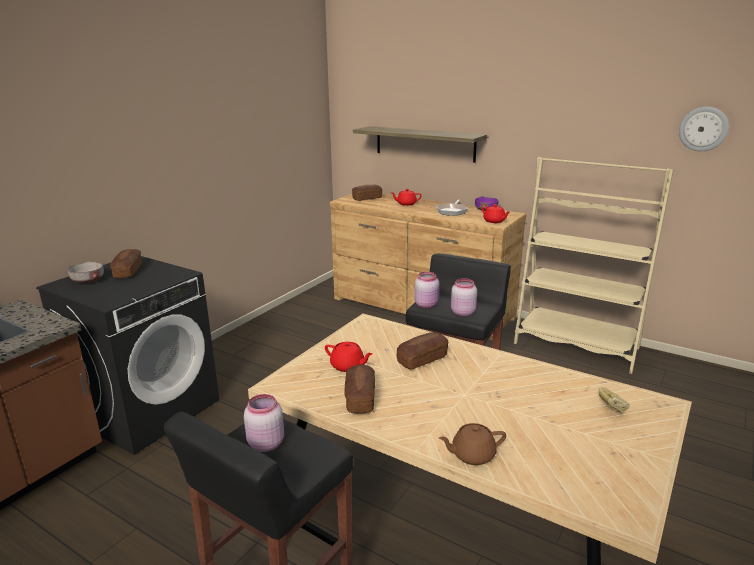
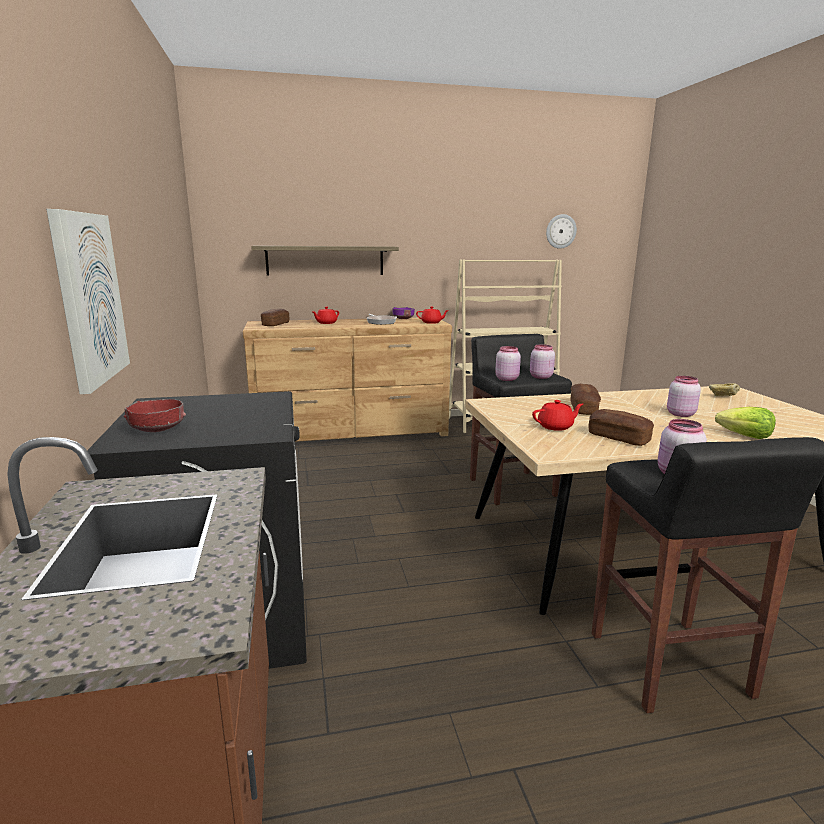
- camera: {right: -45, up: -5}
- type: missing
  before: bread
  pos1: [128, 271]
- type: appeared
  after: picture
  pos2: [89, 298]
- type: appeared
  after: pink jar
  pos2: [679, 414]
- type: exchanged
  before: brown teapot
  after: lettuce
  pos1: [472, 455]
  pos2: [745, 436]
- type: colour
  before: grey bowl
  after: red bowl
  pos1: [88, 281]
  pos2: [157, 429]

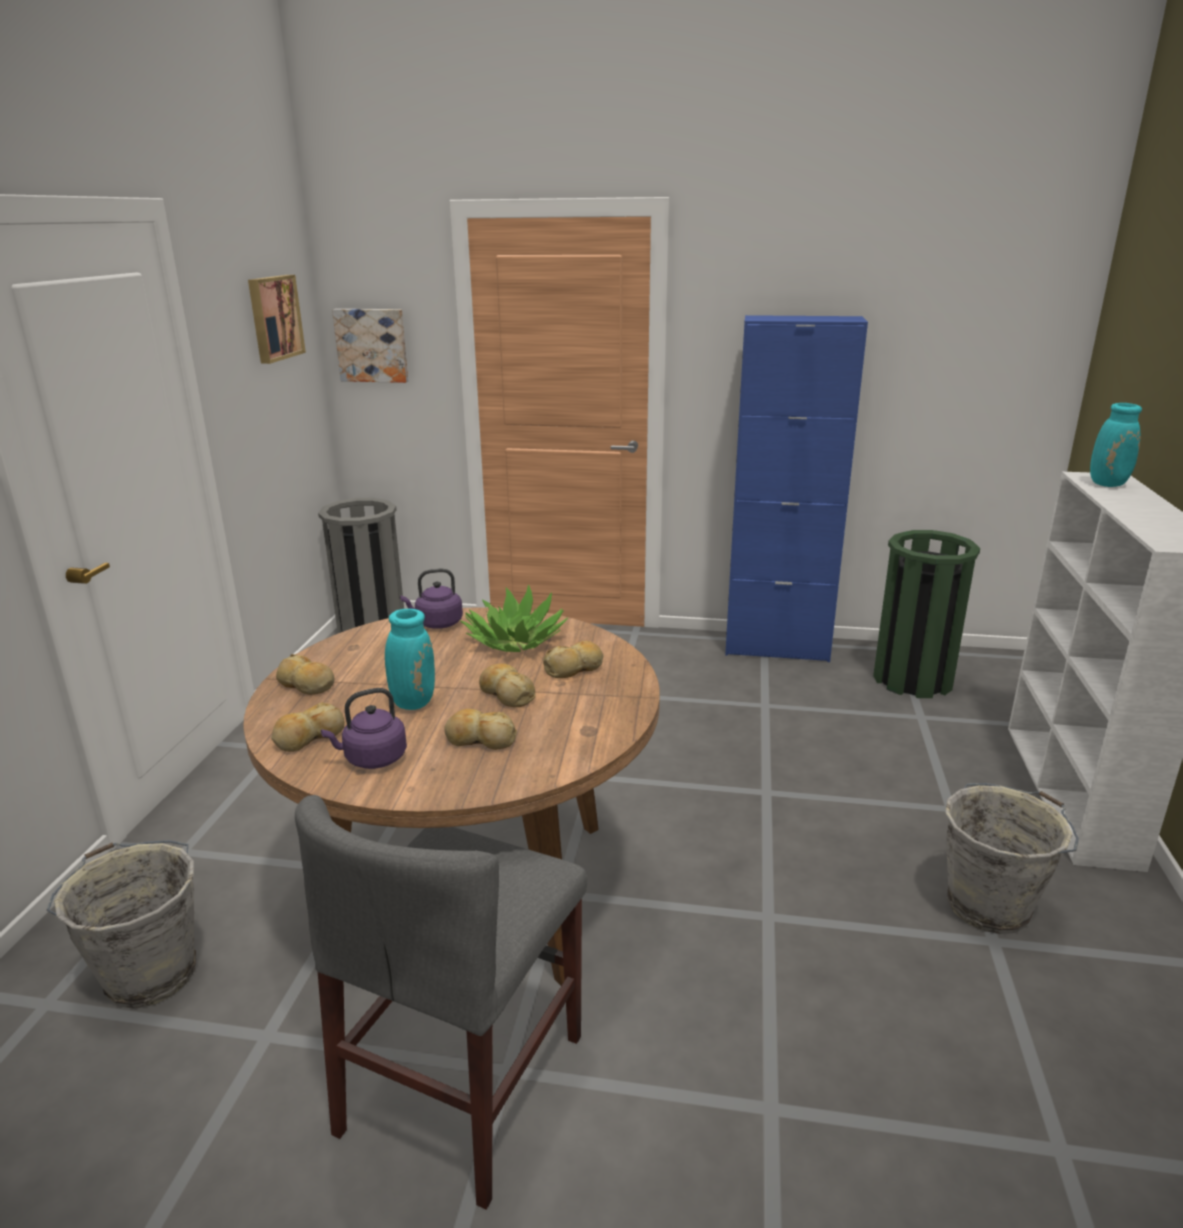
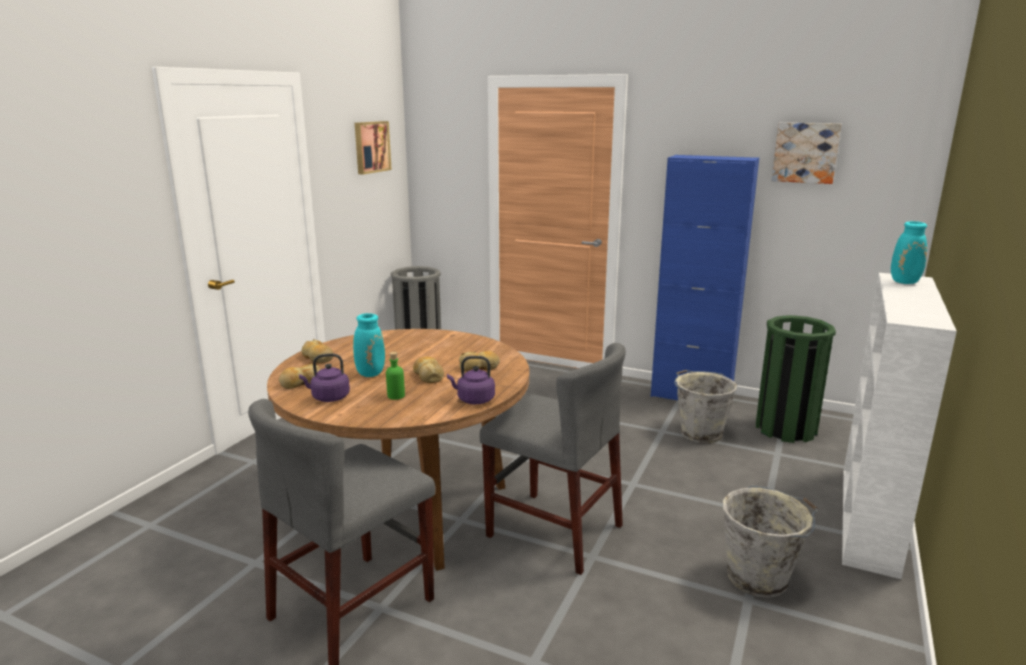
- camera: {right: 15, up: -5}
- type: missing
  before: potted plant
  pos1: [515, 641]
- type: appeared
  after: grey chair
  pos2: [554, 531]
- type: relocated
  before: grey bucket
  pos1: [150, 972]
  pos2: [699, 433]
- type: relocated
  before: picture
  pos1: [372, 345]
  pos2: [805, 152]
- type: relocated
  before: purple kettle
  pos1: [436, 623]
  pos2: [473, 400]
- type: exchanged
  before: bread
  after: green bottle
  pos1: [480, 739]
  pos2: [396, 396]

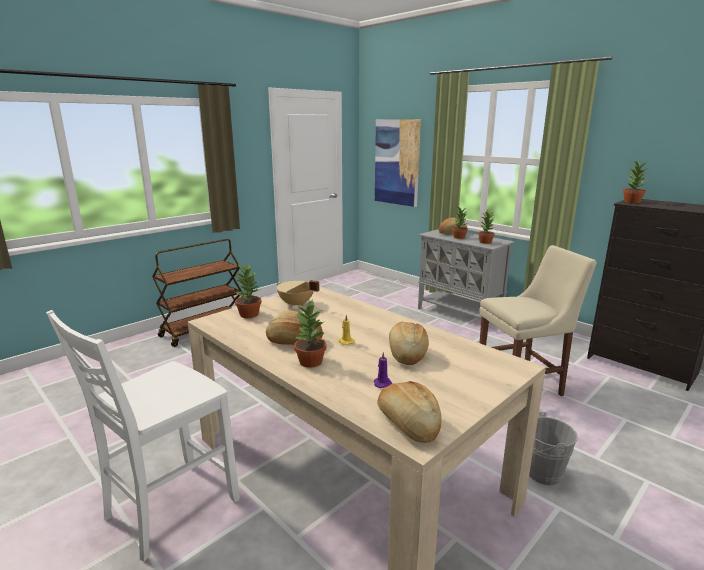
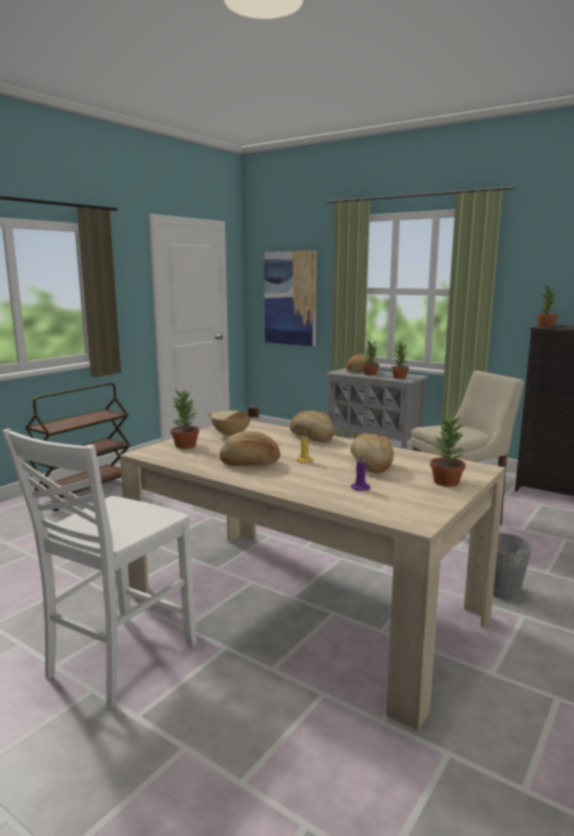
- camera: {right: -10, up: -5}
- type: relocated
  before: potted plant
  pos1: [310, 362]
  pos2: [446, 482]
- type: relocated
  before: bread
  pos1: [408, 424]
  pos2: [311, 438]

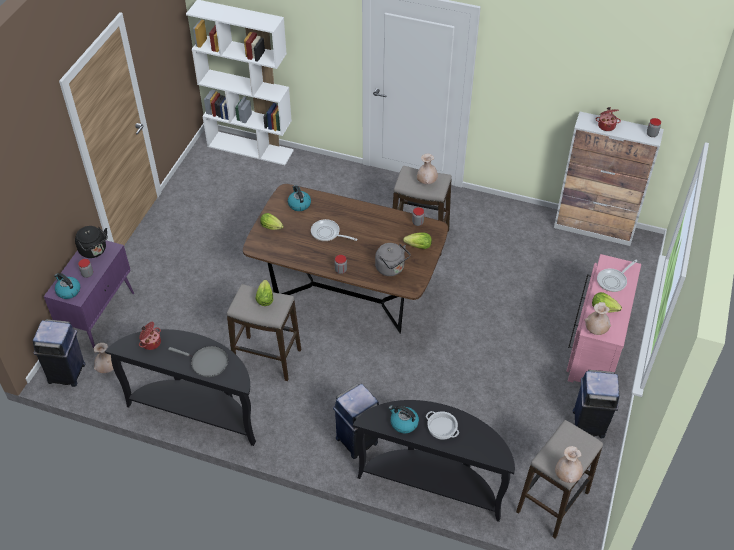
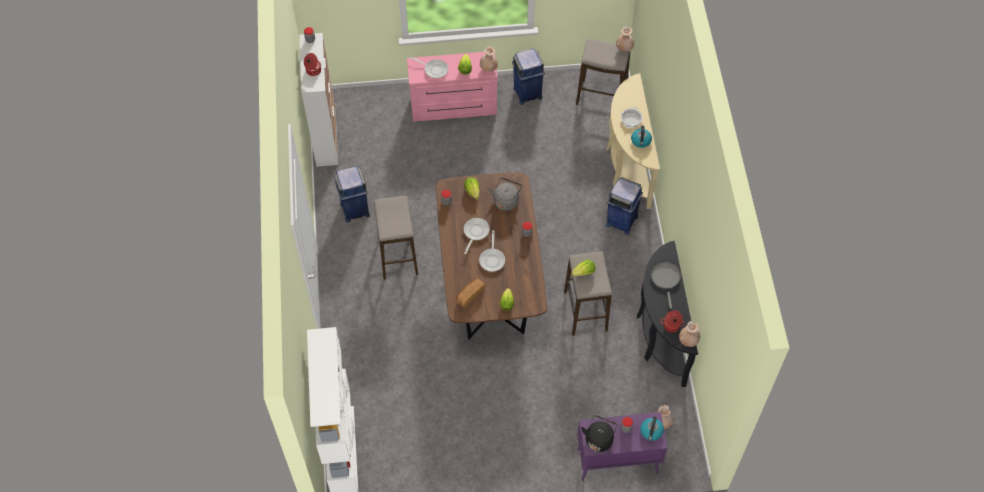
- camera: {right: -115, up: 10}
- type: appeared
  after: frying pan
  pos2: [475, 232]
- type: relocated
  before: blue trash can
  pos1: [67, 373]
  pos2: [355, 209]
- type: relocated
  before: beige vase
  pos1: [426, 182]
  pos2: [688, 340]
- type: exchanged
  before: kettle
  after: bread
  pos1: [299, 204]
  pos2: [469, 295]
- type: colour
  before: black console table
  after: beige console table
  pos1: [433, 482]
  pos2: [627, 165]

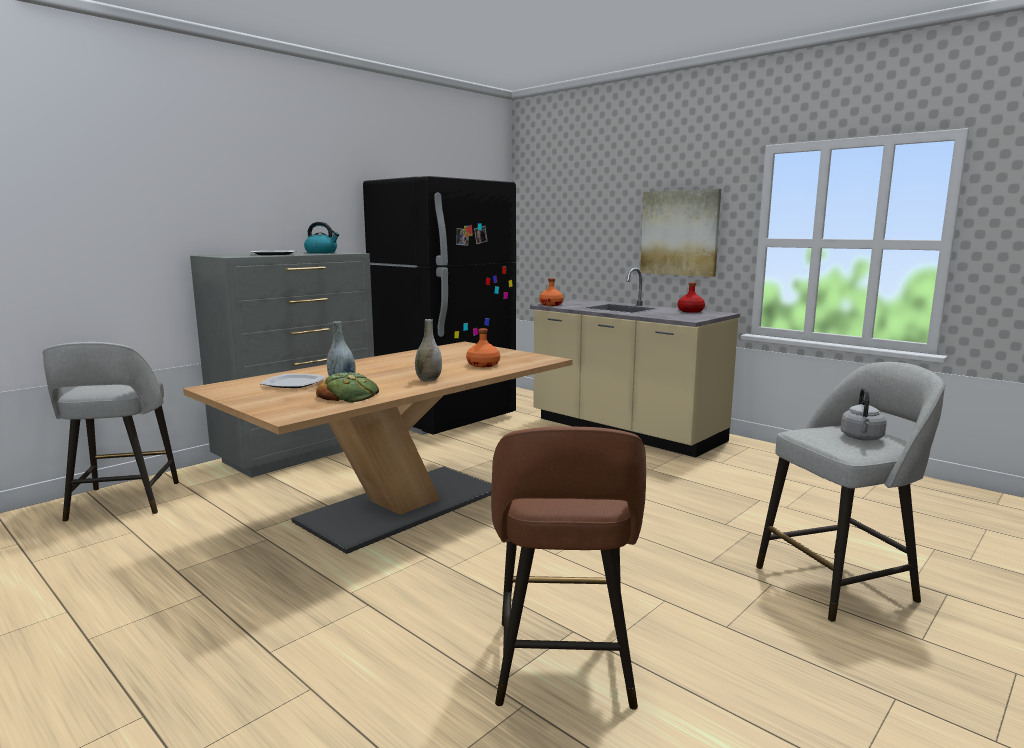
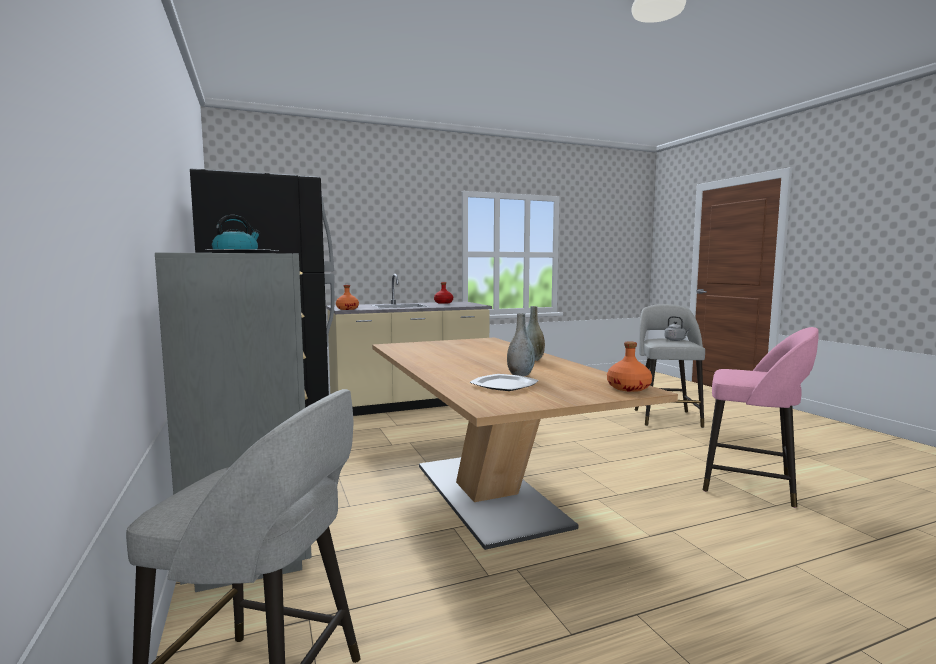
- camera: {right: -65, up: -5}
- type: missing
  before: bread
  pos1: [349, 395]
- type: missing
  before: picture
  pos1: [679, 233]
- type: relocated
  before: orange bottle
  pos1: [483, 365]
  pos2: [629, 388]
- type: colour
  before: brown stool
  after: pink stool
  pos1: [563, 666]
  pos2: [751, 485]

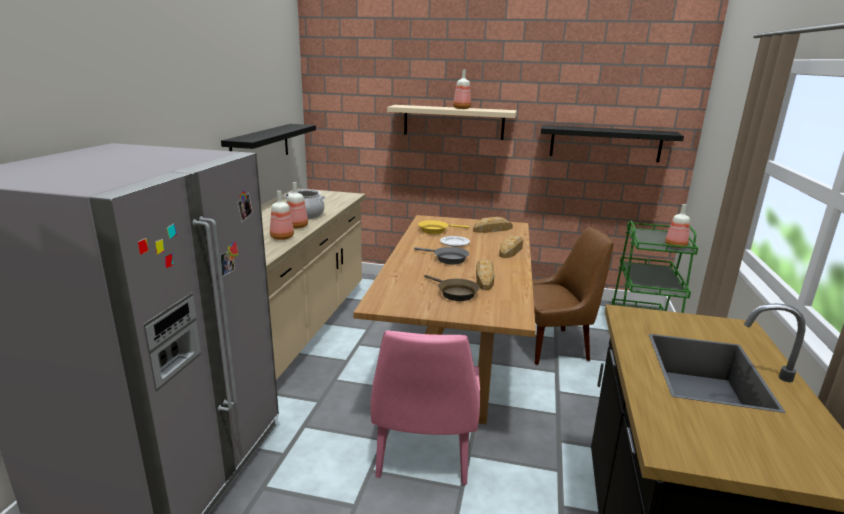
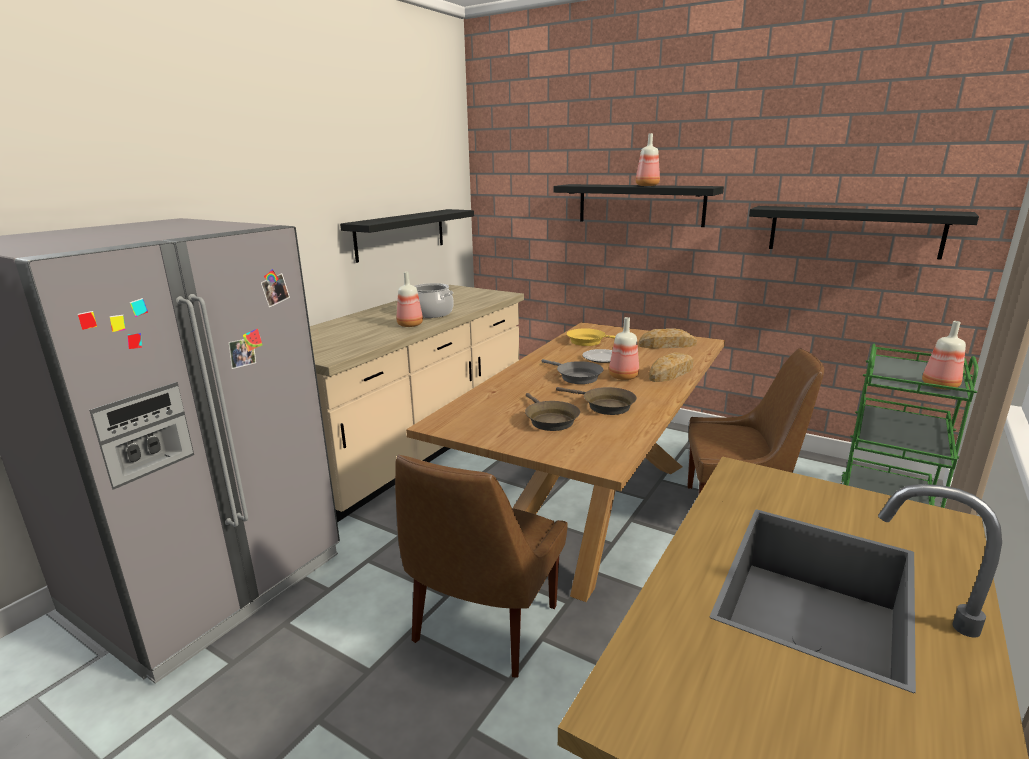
- camera: {right: 20, up: 0}
- type: relocated
  before: bottle
  pos1: [281, 237]
  pos2: [622, 377]
- type: exchanged
  before: bread
  after: brown frying pan
  pos1: [484, 279]
  pos2: [604, 406]
- type: colour
  before: pink chair
  after: brown chair
  pos1: [423, 456]
  pos2: [483, 627]
- type: colour
  before: beige shelf
  after: black shelf
  pos1: [453, 122]
  pos2: [640, 204]

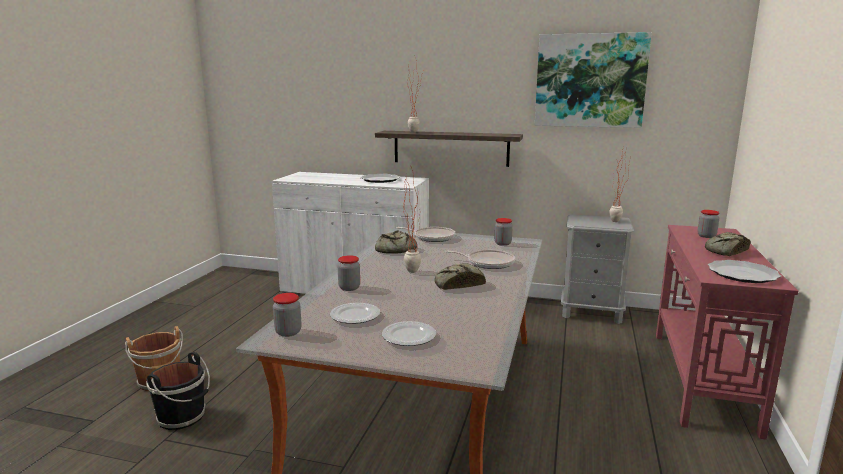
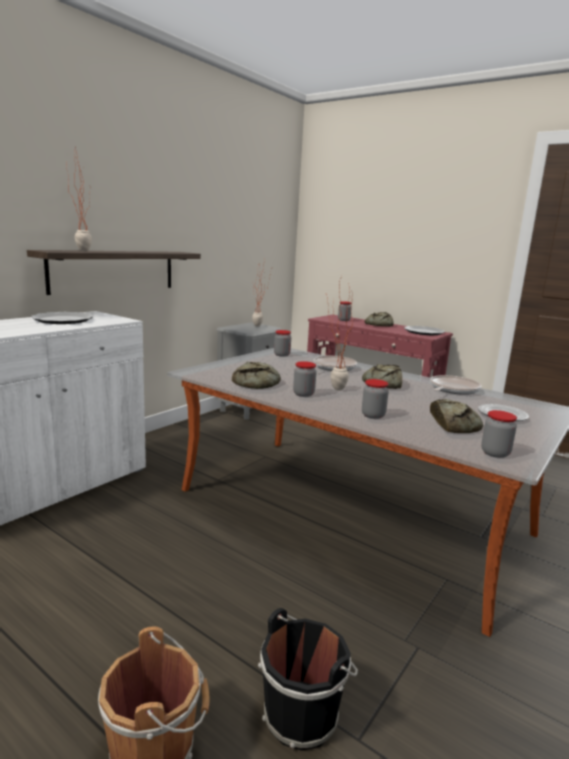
- camera: {right: -70, up: 0}
- type: missing
  before: picture
  pos1: [590, 81]
- type: appeared
  after: jar
  pos2: [303, 394]
- type: relocated
  before: frying pan
  pos1: [432, 237]
  pos2: [452, 389]
- type: exchanged
  before: plate
  after: bread
  pos1: [355, 316]
  pos2: [453, 424]

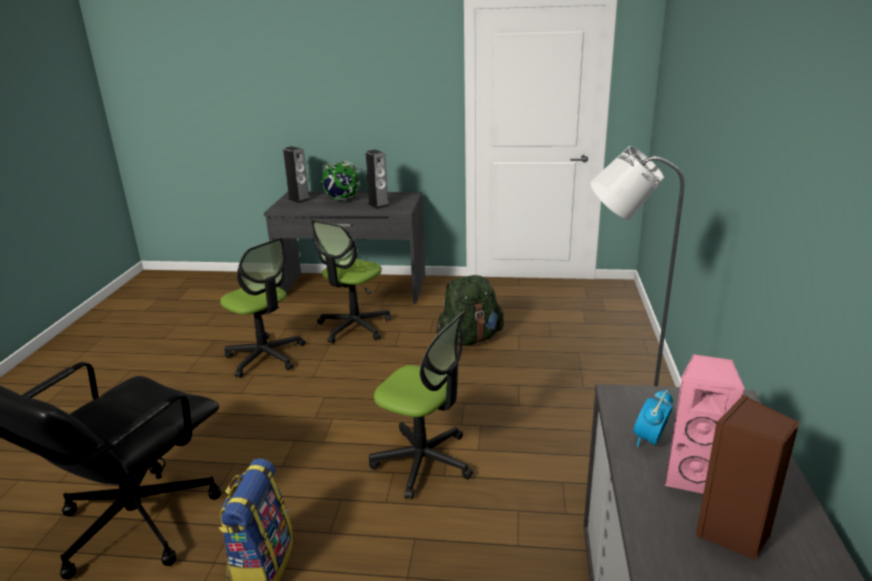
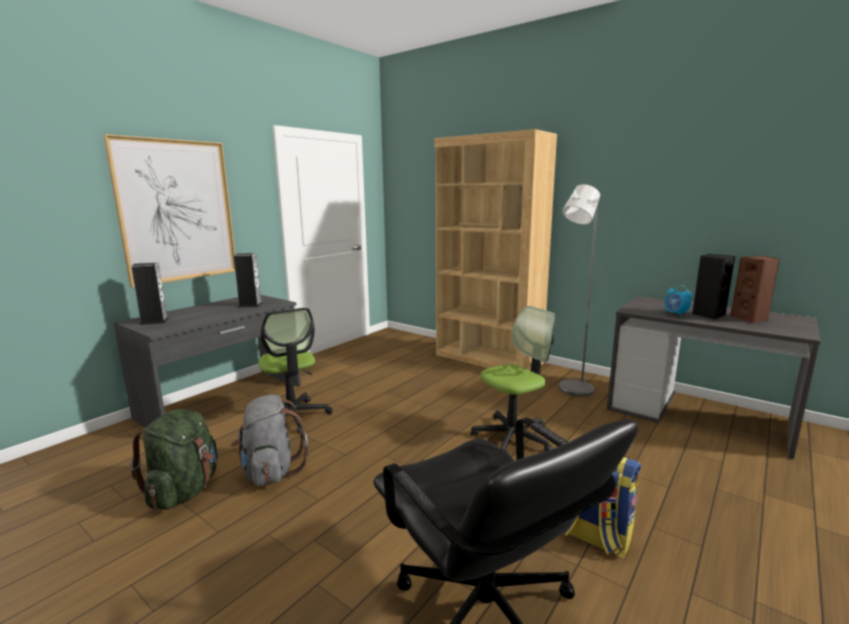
- camera: {right: -60, up: -10}
- type: missing
  before: globe
  pos1: [342, 200]
- type: appeared
  after: picture
  pos2: [177, 211]
- type: appeared
  after: brown bookcase
  pos2: [488, 359]
- type: relocated
  before: green backpack
  pos1: [470, 339]
  pos2: [184, 490]
- type: exchanged
  before: office chair
  after: grey backpack
  pos1: [265, 357]
  pos2: [270, 471]
- type: colour
  before: pink speaker
  after: black speaker
  pos1: [694, 477]
  pos2: [708, 315]

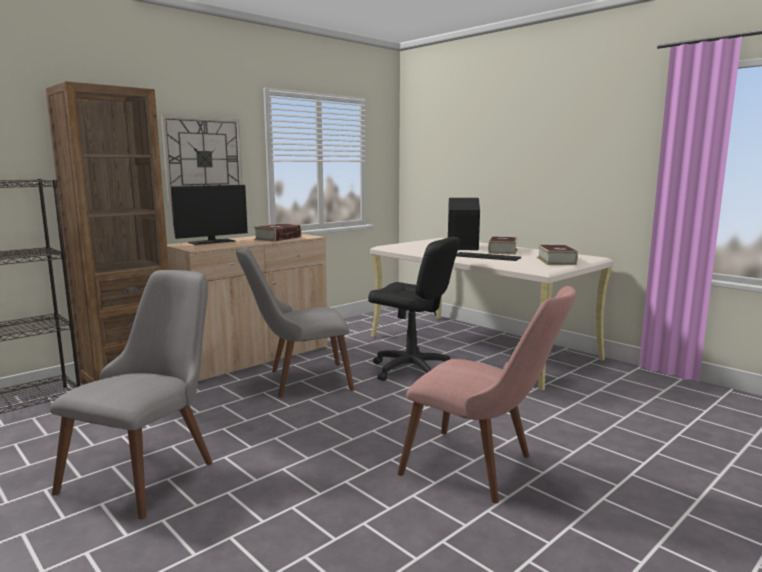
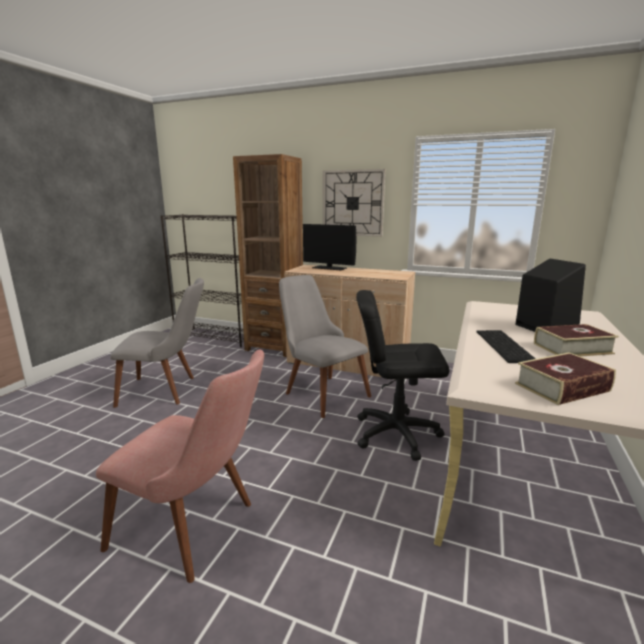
- camera: {right: 65, up: 5}
- type: missing
  before: book
  pos1: [278, 238]
- type: spun
  before: black office chair
  pos1: [411, 370]
  pos2: [396, 433]
  turn: 90
- type: spun
  before: pink chair
  pos1: [483, 468]
  pos2: [197, 529]
  turn: -75

